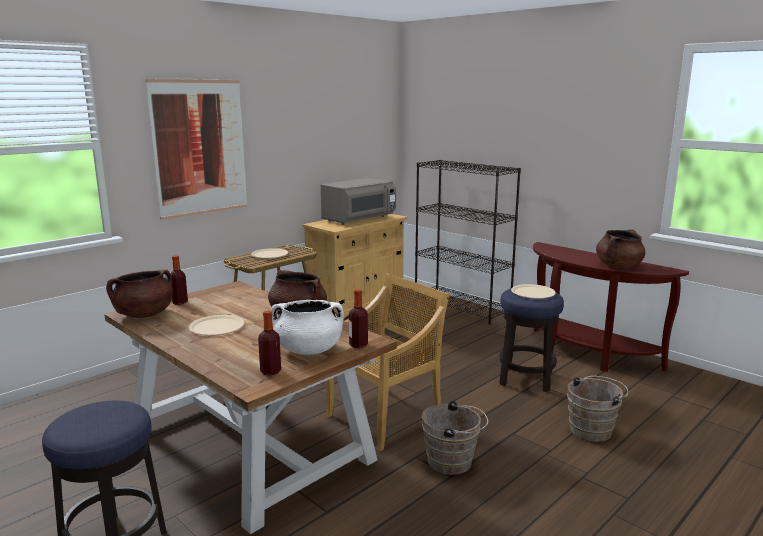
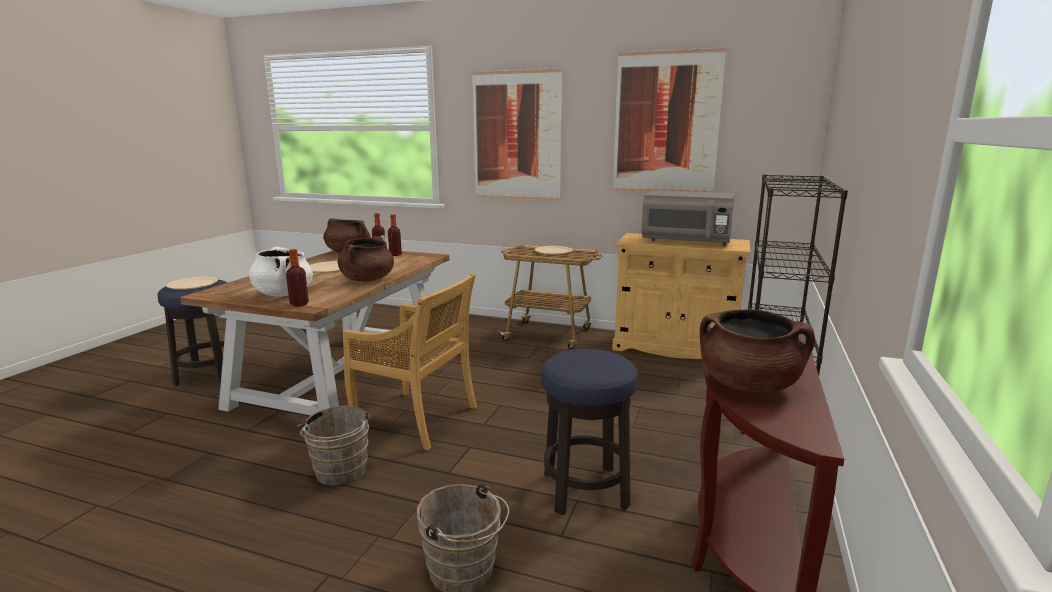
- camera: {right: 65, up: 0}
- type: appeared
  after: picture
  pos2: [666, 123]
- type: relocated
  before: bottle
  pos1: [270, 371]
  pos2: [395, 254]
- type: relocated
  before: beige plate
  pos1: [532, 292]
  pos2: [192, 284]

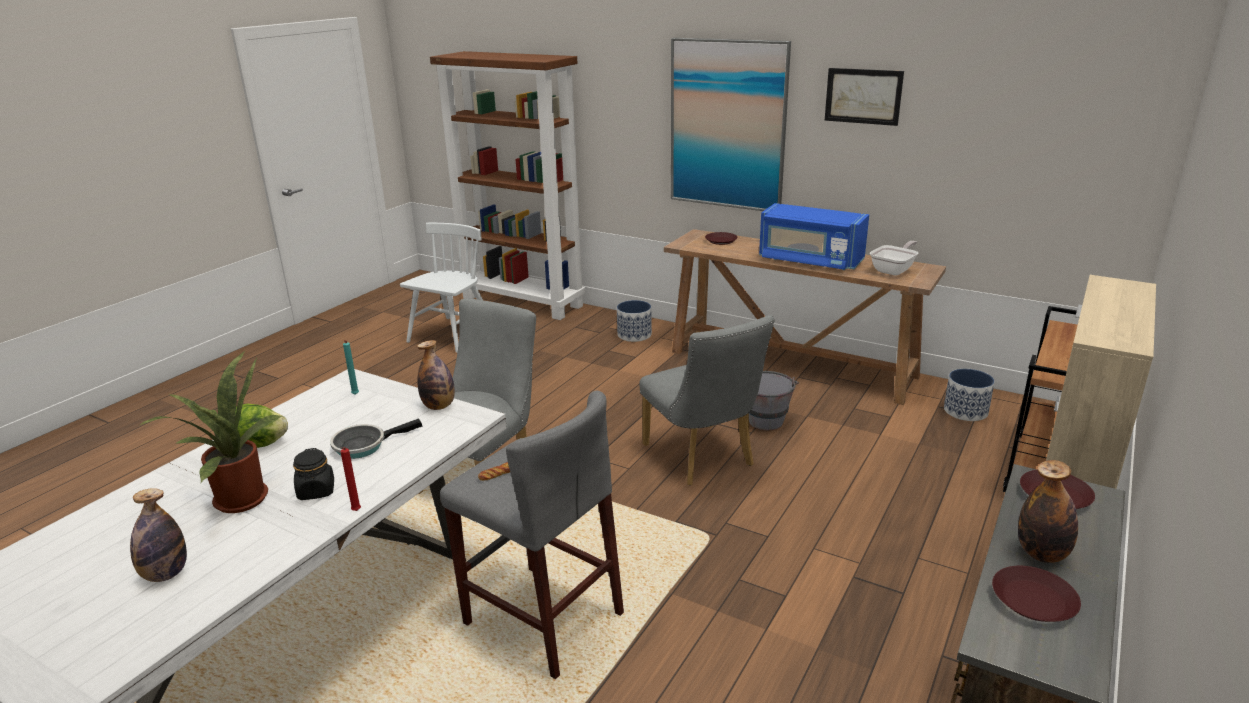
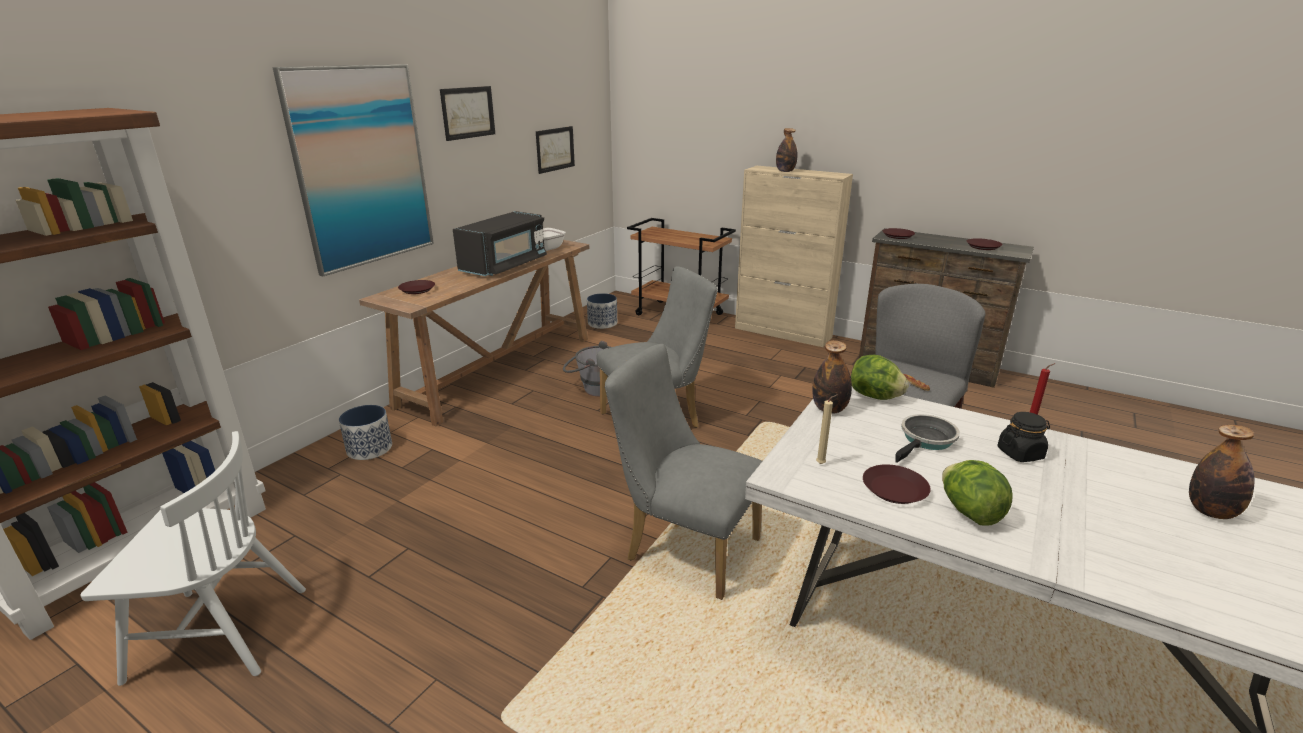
- camera: {right: -90, up: 0}
- type: missing
  before: potted plant
  pos1: [238, 498]
- type: appeared
  after: picture
  pos2: [555, 149]
- type: appeared
  after: lettuce
  pos2: [874, 396]
- type: appeared
  after: brown plate
  pos2: [894, 489]
- type: relocated
  before: bottle
  pos1: [1042, 554]
  pos2: [785, 171]
- type: colour
  before: turquoise candle
  after: beige candle
  pos1: [355, 395]
  pos2: [822, 464]
- type: colour
  before: blue microwave
  after: black microwave
  pos1: [809, 261]
  pos2: [505, 266]
- type: spun
  before: frying pan
  pos1: [364, 445]
  pos2: [926, 440]
  turn: -105
- type: spun
  before: white chair
  pos1: [452, 335]
  pos2: [218, 633]
  turn: 150

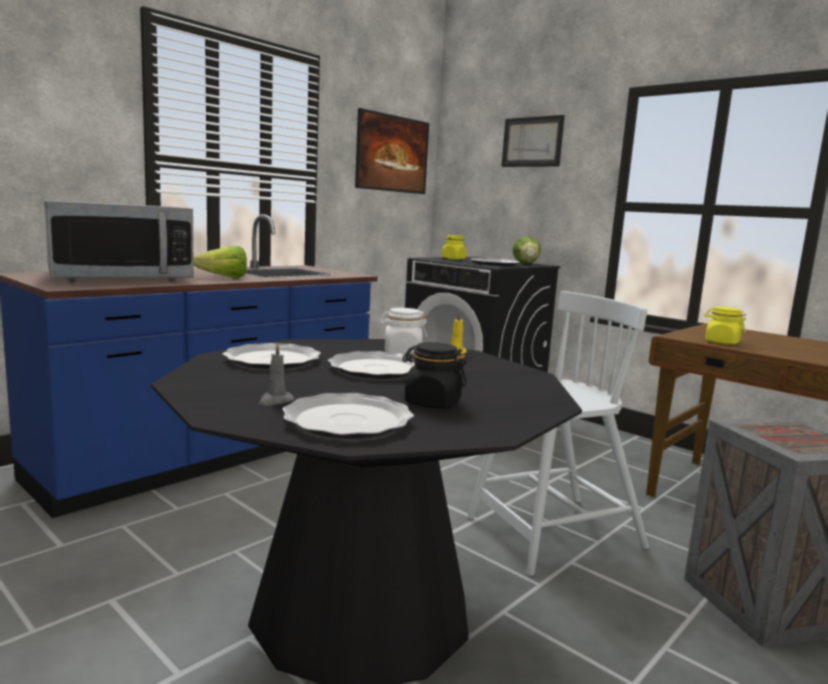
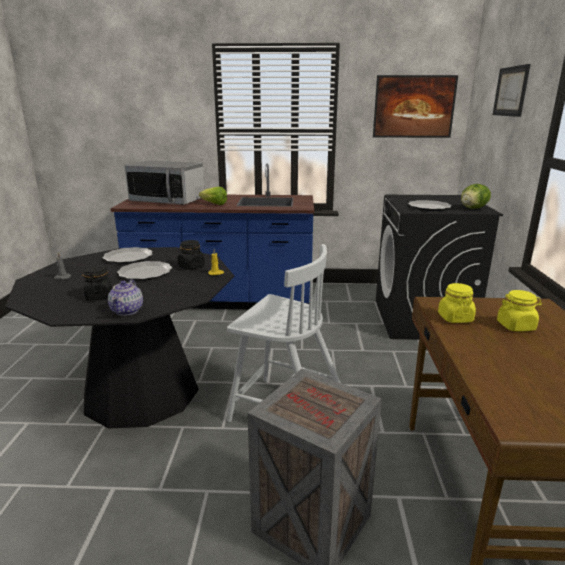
- camera: {right: 50, up: 10}
- type: missing
  before: plate
  pos1: [347, 420]
- type: appeared
  after: teapot
  pos2: [127, 310]
- type: relocated
  before: yellow jar
  pos1: [453, 259]
  pos2: [516, 326]
- type: colour
  before: white jar
  after: black jar
  pos1: [402, 352]
  pos2: [191, 266]

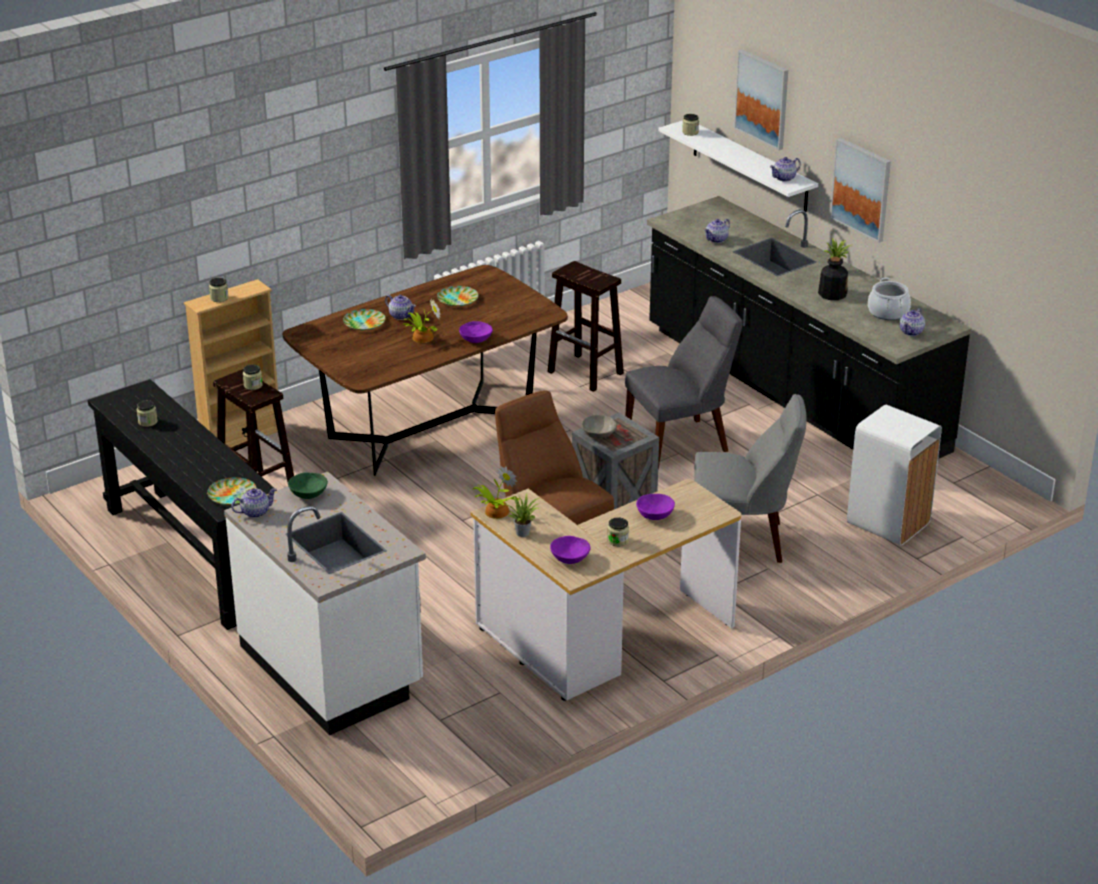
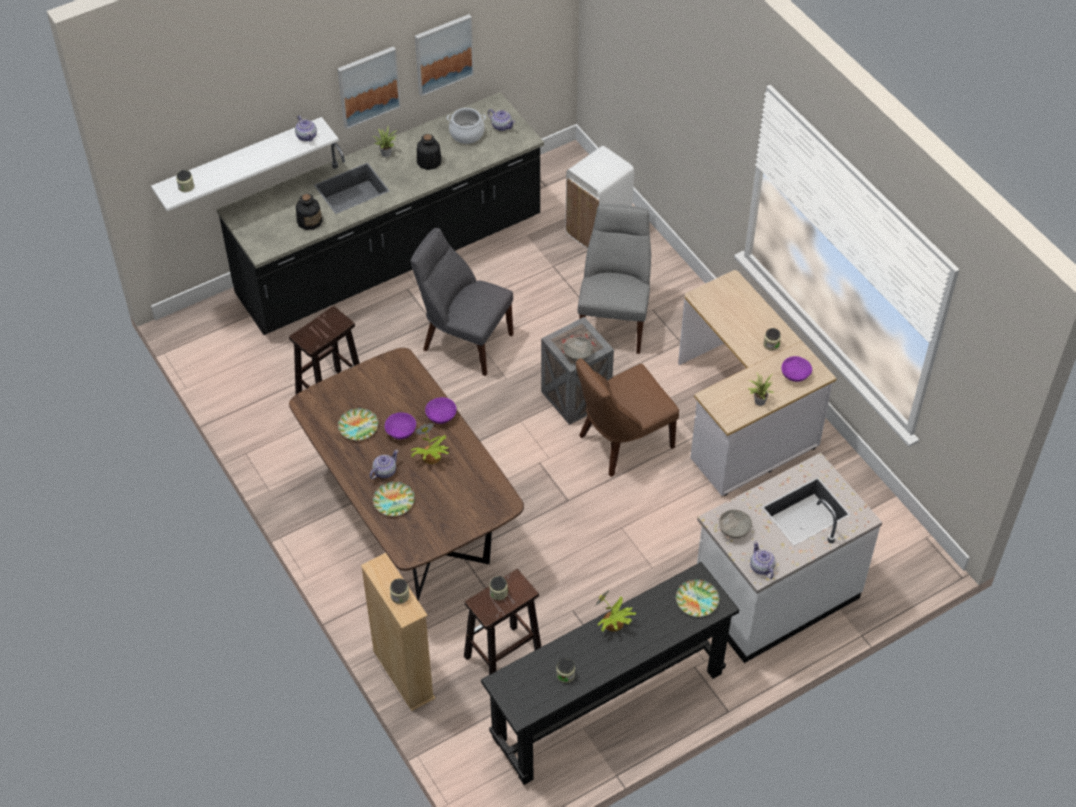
- camera: {right: -85, up: 20}
- type: relocated
  before: potted plant
  pos1: [495, 512]
  pos2: [613, 623]
- type: relocated
  before: purple bowl
  pos1: [655, 515]
  pos2: [401, 431]
- type: relocated
  before: picture
  pos1: [762, 99]
  pos2: [443, 54]
- type: exchanged
  before: teapot
  after: bottle
  pos1: [717, 239]
  pos2: [309, 221]
- type: colour
  before: green bowl
  after: grey bowl
  pos1: [308, 494]
  pos2: [734, 530]
- type: spun
  before: grey chair
  pos1: [681, 443]
  pos2: [464, 341]
  turn: -45

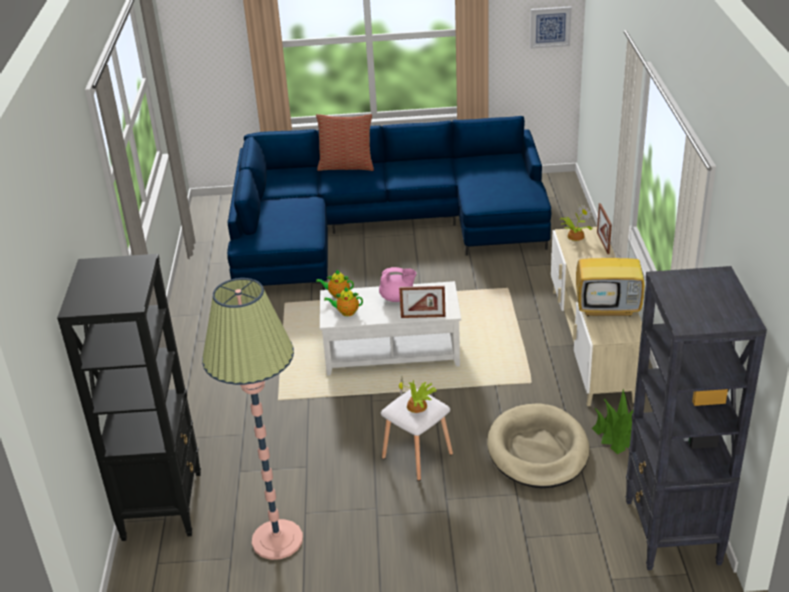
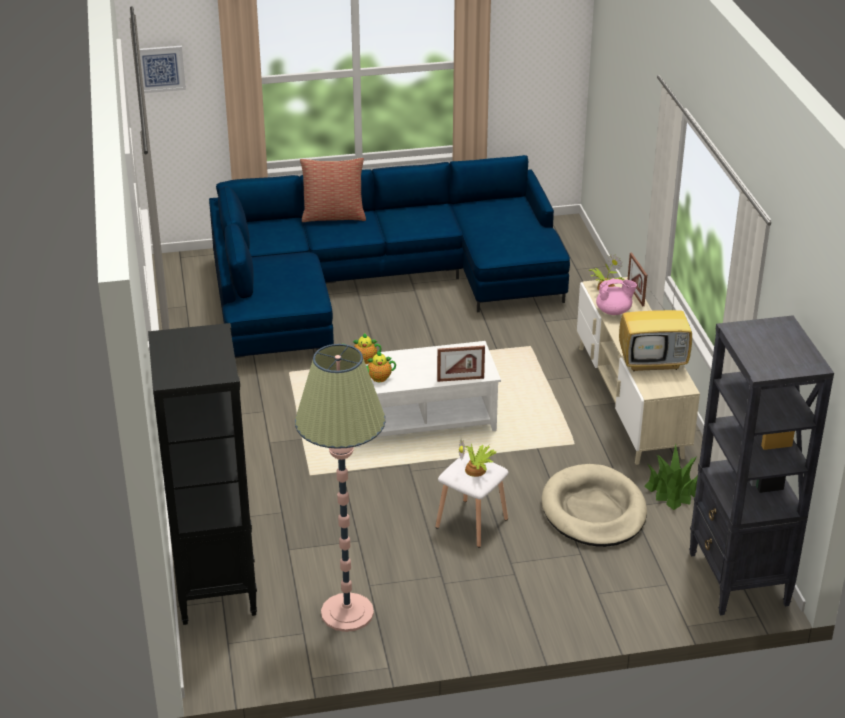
- camera: {right: -10, up: 0}
- type: relocated
  before: pink teapot
  pos1: [397, 298]
  pos2: [614, 311]
- type: relocated
  before: picture
  pos1: [550, 27]
  pos2: [160, 68]

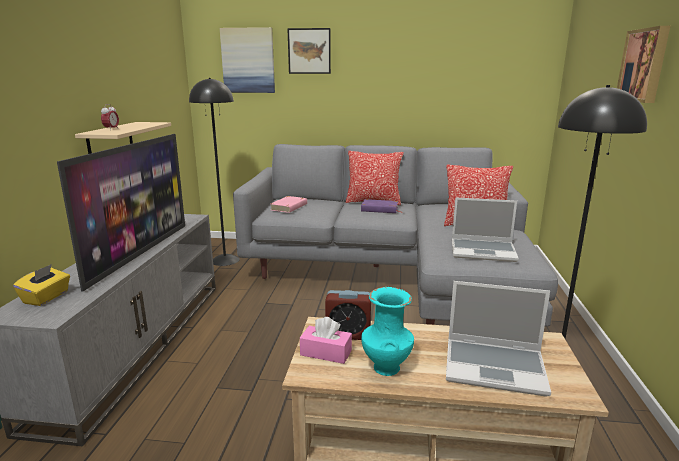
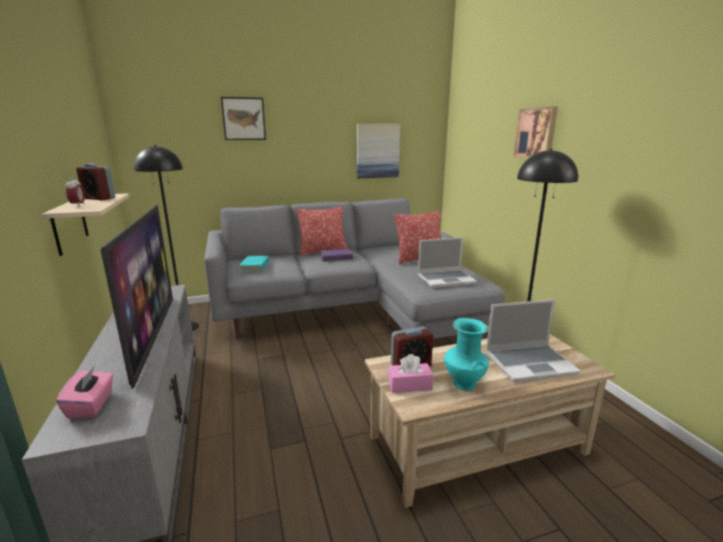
- camera: {right: -25, up: 0}
- type: appeared
  after: alarm clock
  pos2: [99, 198]
- type: relocated
  before: picture
  pos1: [248, 60]
  pos2: [377, 151]
- type: colour
  before: yellow tissue box
  after: pink tissue box
  pos1: [46, 297]
  pos2: [91, 405]
- type: colour
  before: pink book
  after: turquoise book
  pos1: [289, 207]
  pos2: [255, 266]

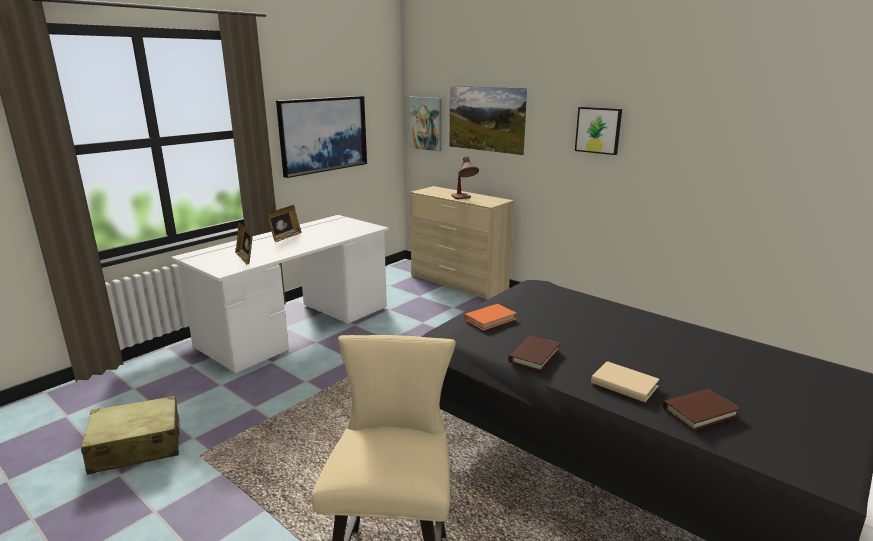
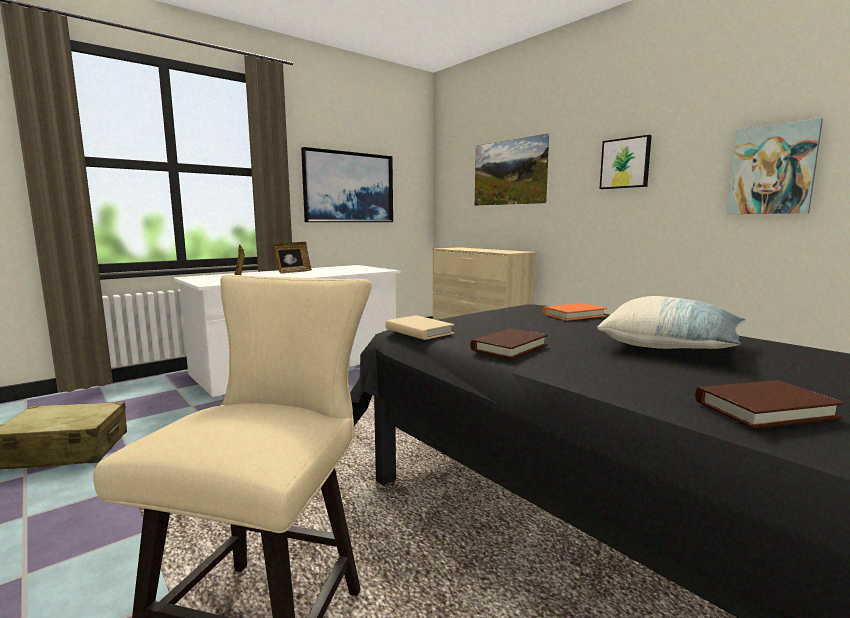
- camera: {right: 10, up: -10}
- type: missing
  before: table lamp
  pos1: [464, 199]
- type: appeared
  after: pillow
  pos2: [670, 346]
- type: relocated
  before: picture
  pos1: [425, 123]
  pos2: [772, 170]
- type: relocated
  before: orange book
  pos1: [490, 319]
  pos2: [574, 315]
- type: relocated
  before: beige book
  pos1: [624, 385]
  pos2: [419, 331]

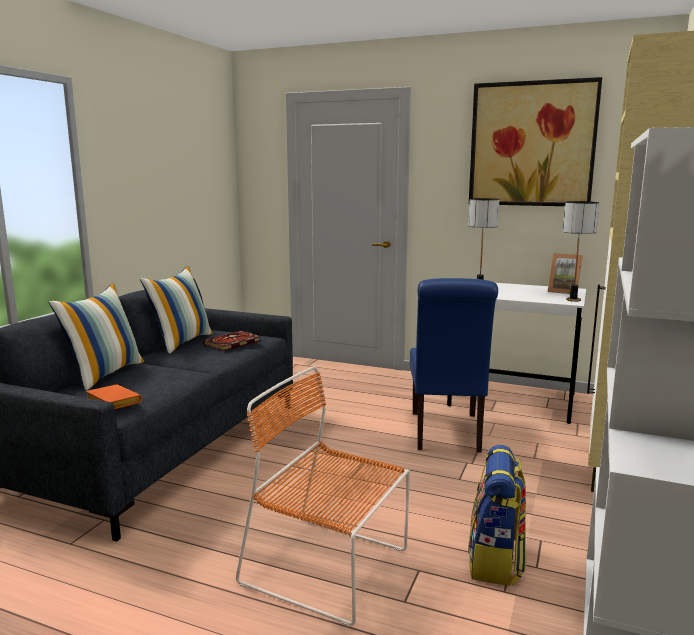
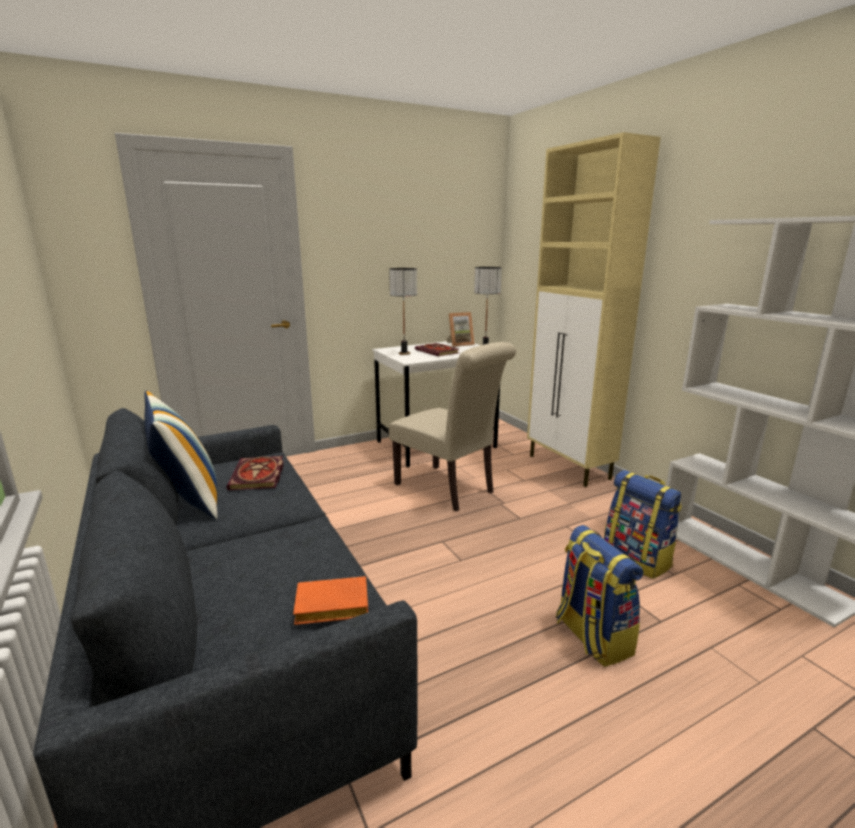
- camera: {right: -50, up: 5}
- type: missing
  before: pillow
  pos1: [104, 374]
- type: missing
  before: picture
  pos1: [532, 144]
- type: appeared
  after: book
  pos2: [438, 352]
- type: exchanged
  before: orange chair
  after: backpack
  pos1: [330, 568]
  pos2: [591, 637]
- type: colour
  before: blue chair
  after: beige chair
  pos1: [446, 434]
  pos2: [449, 489]

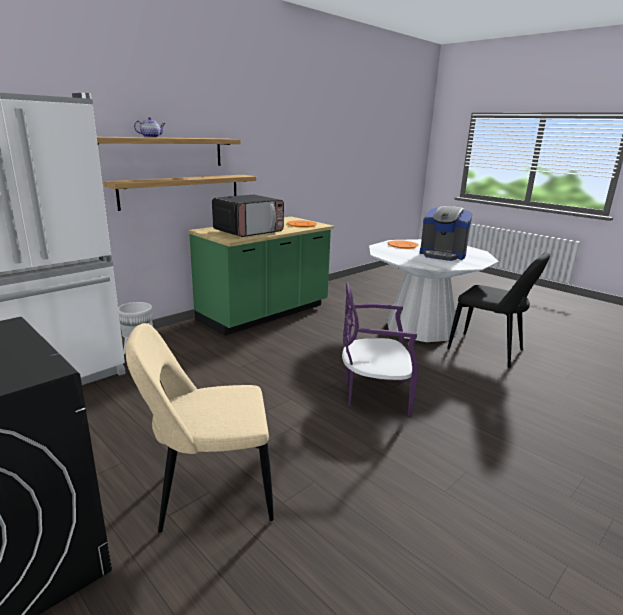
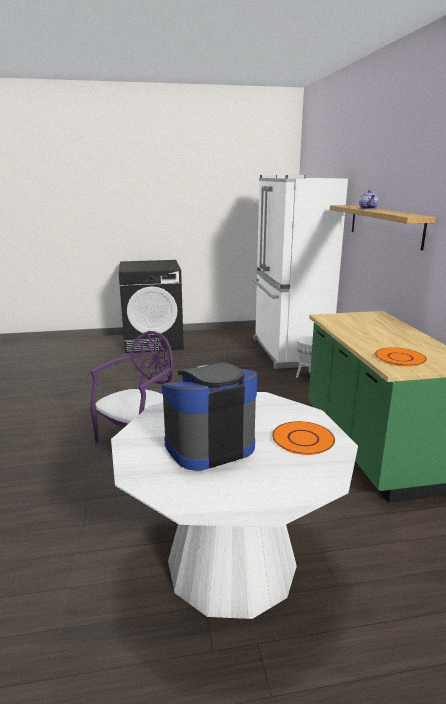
- camera: {right: 125, up: 0}
- type: missing
  before: shelf
  pos1: [181, 191]
- type: missing
  before: beige chair
  pos1: [210, 496]
- type: missing
  before: microwave
  pos1: [249, 231]
- type: missing
  before: black chair
  pos1: [489, 351]

